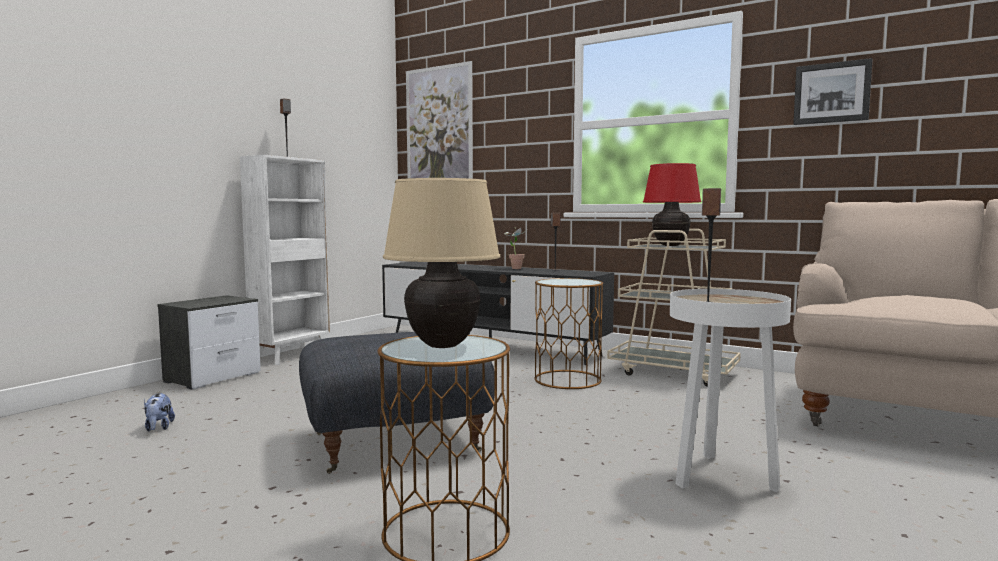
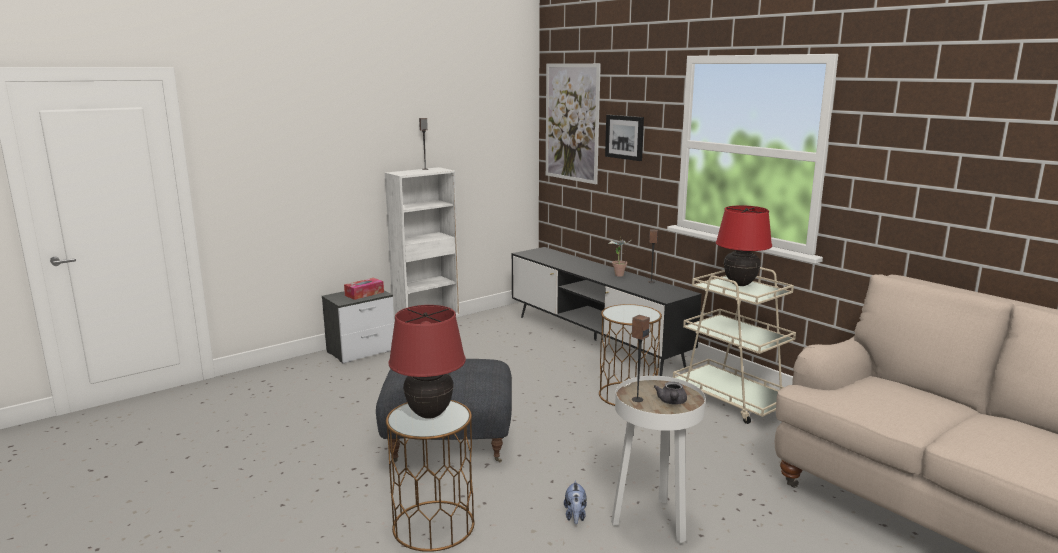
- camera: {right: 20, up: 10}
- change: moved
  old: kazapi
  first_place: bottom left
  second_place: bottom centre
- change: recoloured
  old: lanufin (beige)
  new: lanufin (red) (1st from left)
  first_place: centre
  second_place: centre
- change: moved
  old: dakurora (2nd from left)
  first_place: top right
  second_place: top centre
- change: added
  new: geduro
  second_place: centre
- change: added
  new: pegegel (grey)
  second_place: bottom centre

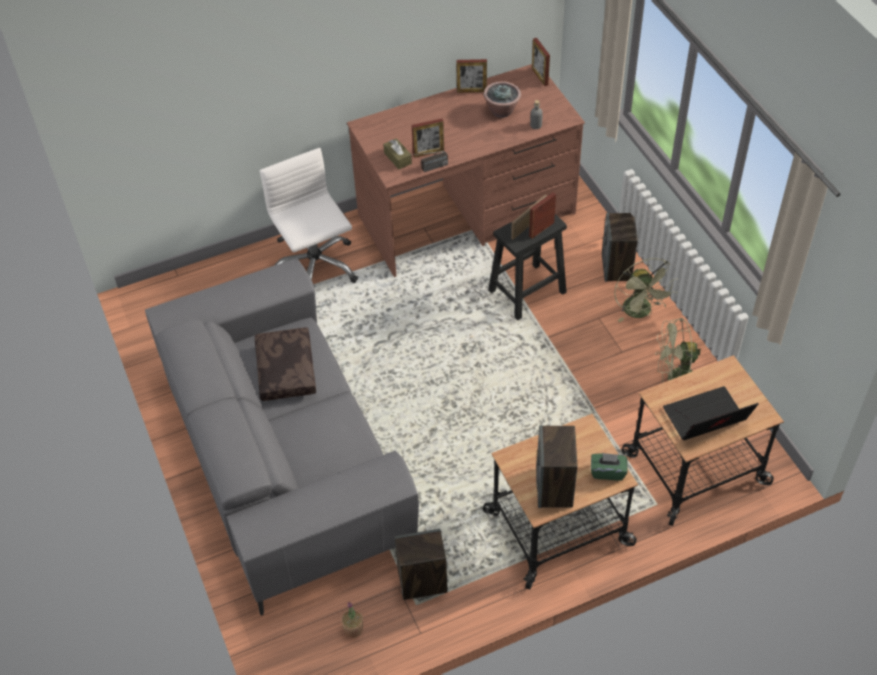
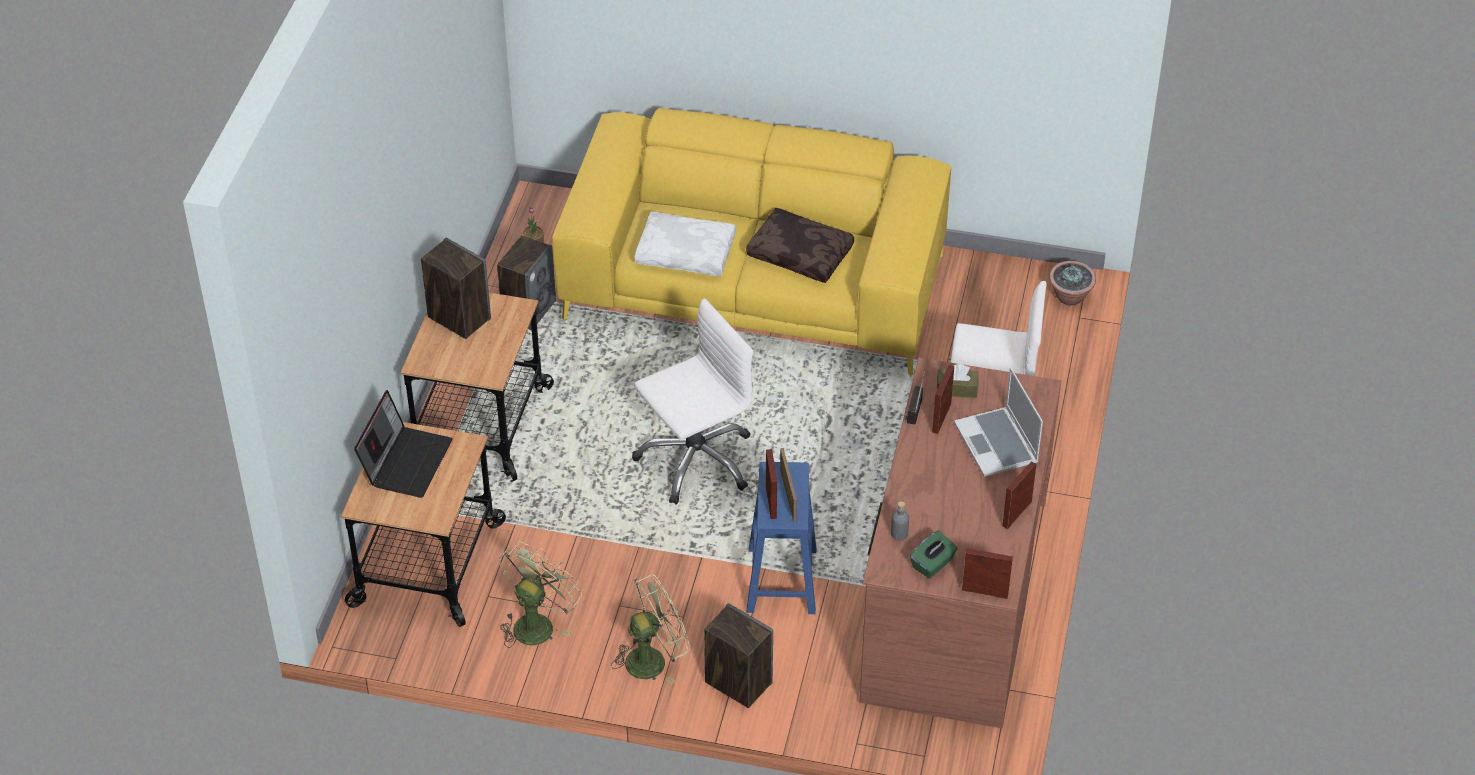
- camera: {right: 125, up: -5}
- change: recoloured
  old: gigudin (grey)
  new: gigudin (yellow)
  first_place: middle left
  second_place: top centre
- change: moved
  old: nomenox (2nd from left)
  first_place: top centre
  second_place: middle right
- change: recoloured
  old: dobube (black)
  new: dobube (blue)
  first_place: centre
  second_place: bottom centre
- change: moved
  old: geduro (green)
  first_place: bottom right
  second_place: bottom centre
- change: turned
  old: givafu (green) (1st from left in the first image)
  first_place: middle right
  second_place: bottom centre
  degrees: 135
- change: added
  new: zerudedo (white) (1st from left)
  second_place: centre
- change: added
  new: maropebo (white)
  second_place: top centre
- change: added
  new: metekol (2nd from left)
  second_place: middle right

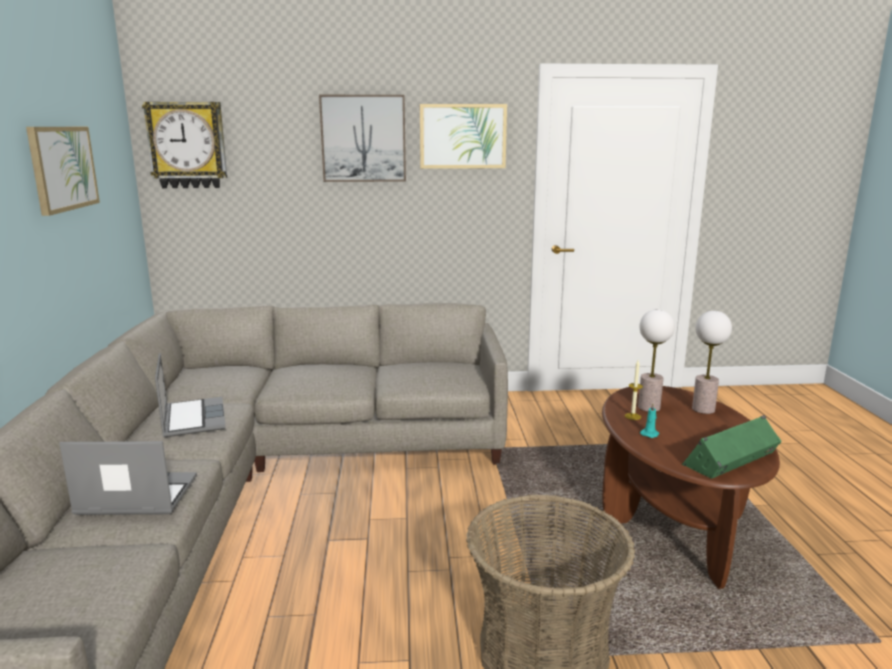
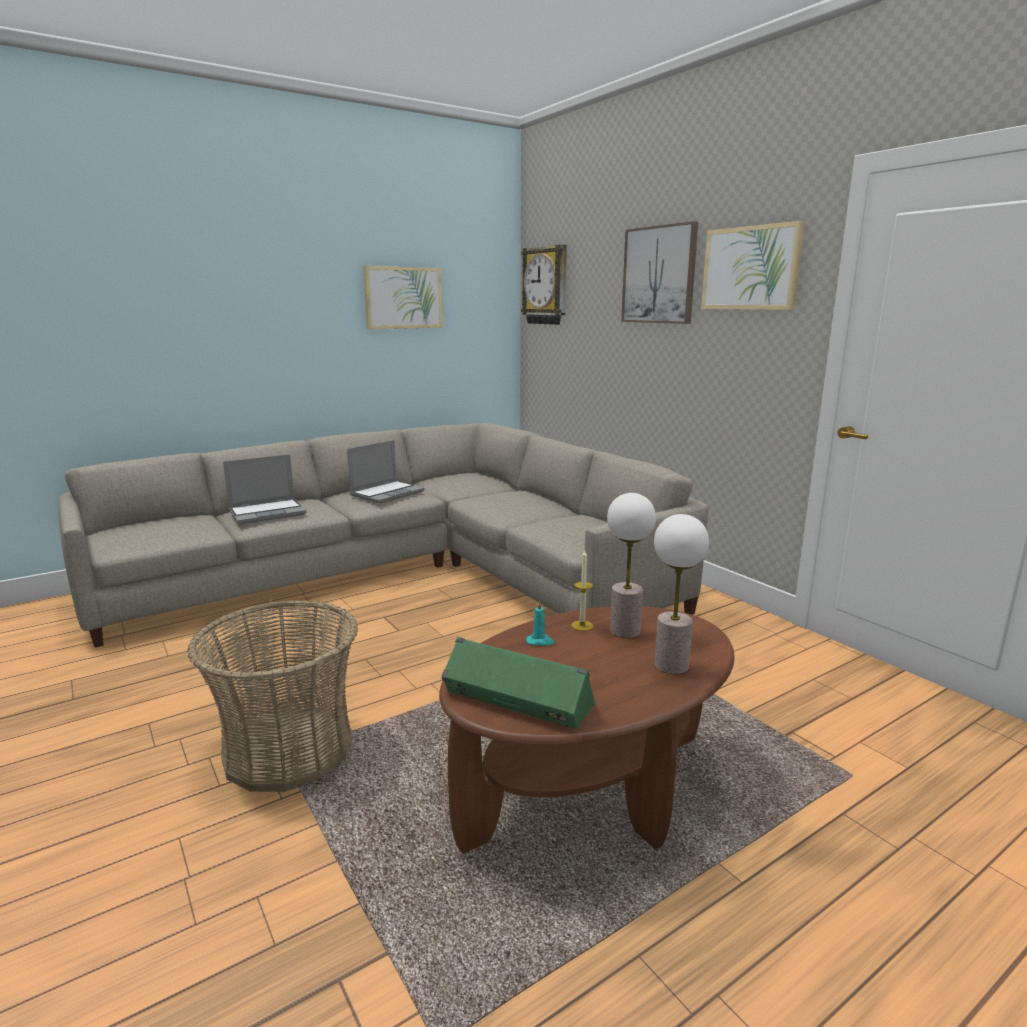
- camera: {right: 60, up: 0}
- change: turned
  old: metekol (1st from left)
  first_place: bottom left
  second_place: middle left
  degrees: 90

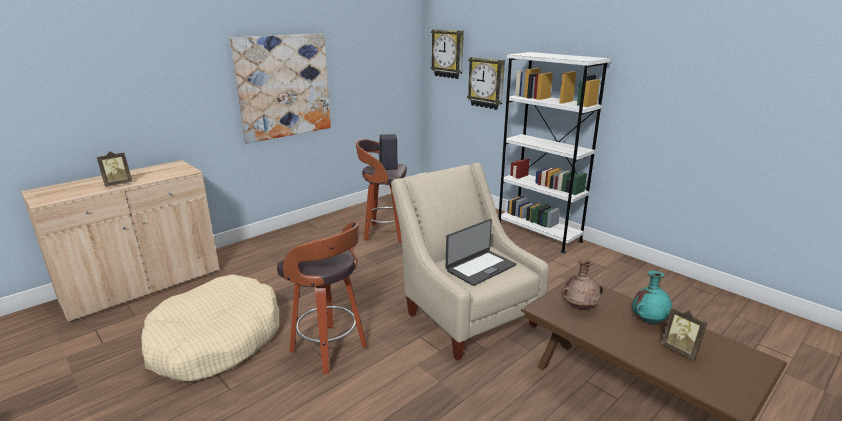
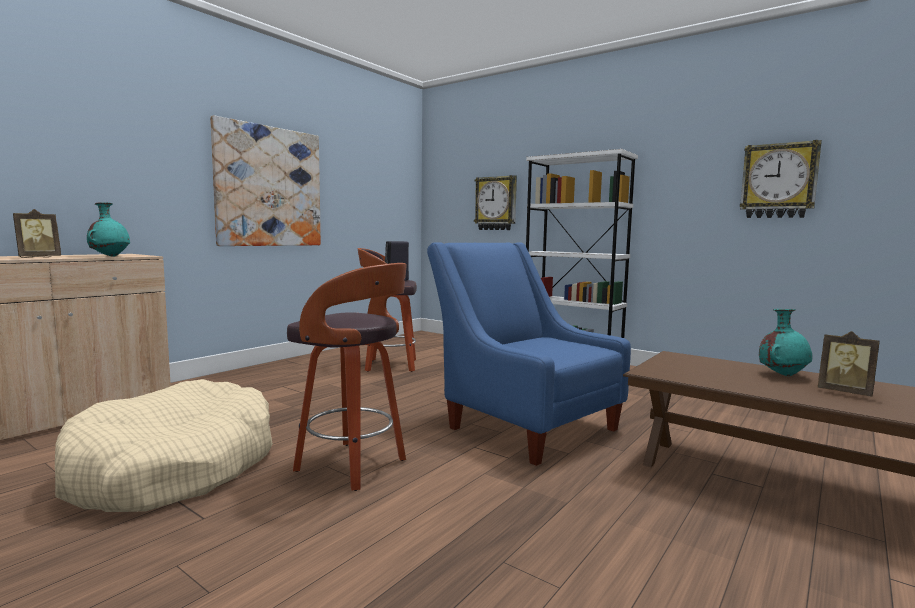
- camera: {right: -10, up: -15}
- change: recoloured
  old: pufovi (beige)
  new: pufovi (blue)
  first_place: centre
  second_place: centre
- change: moved
  old: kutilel (1st from left in the first image)
  new: kutilel (2nd from left)
  first_place: top centre
  second_place: top right
- change: removed
  old: metekol
  first_place: centre
- change: removed
  old: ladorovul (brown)
  first_place: bottom right
- change: added
  new: ladorovul (turquoise) (1st from left)
  second_place: middle left

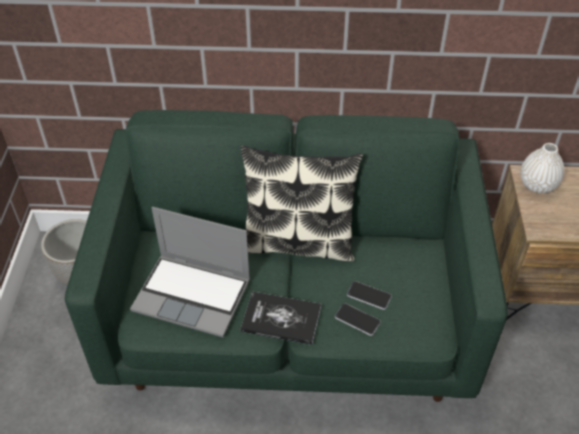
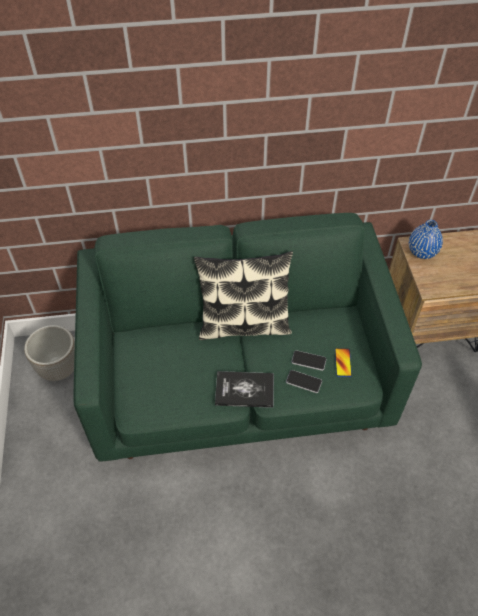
- camera: {right: -10, up: 5}
- change: removed
  old: metekol
  first_place: middle left
- change: recoloured
  old: ladorovul (white)
  new: ladorovul (blue)
  first_place: middle right
  second_place: middle right
- change: added
  new: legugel (3rd from left)
  second_place: middle right

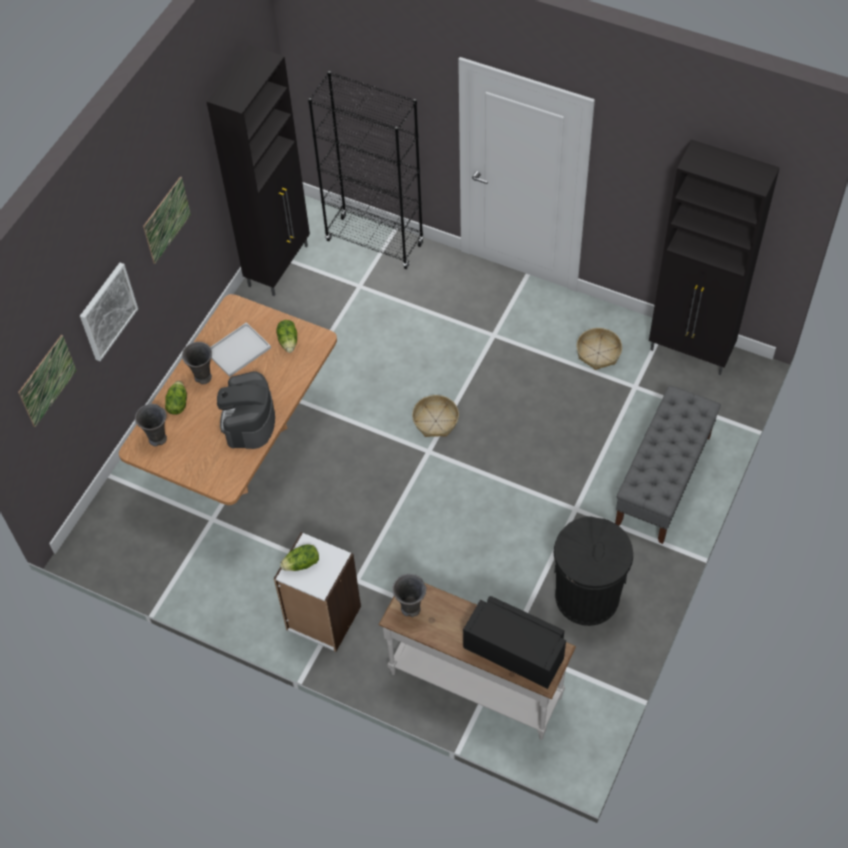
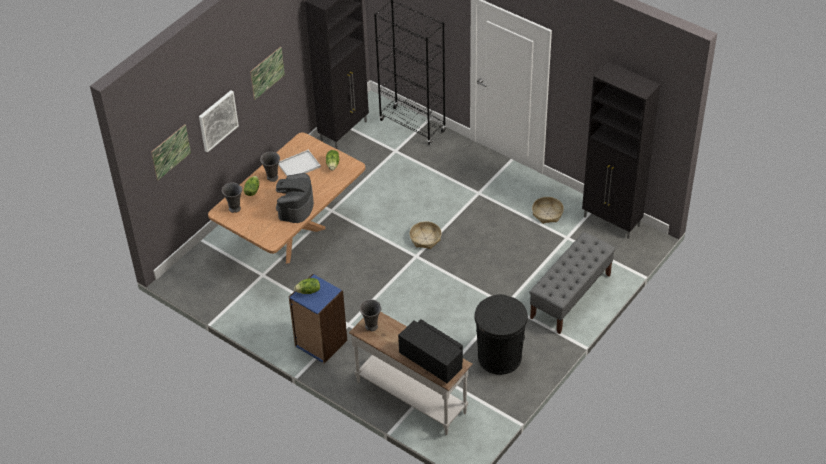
- camera: {right: 10, up: -10}
- change: recoloured
  old: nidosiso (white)
  new: nidosiso (blue)
  first_place: bottom centre
  second_place: bottom centre

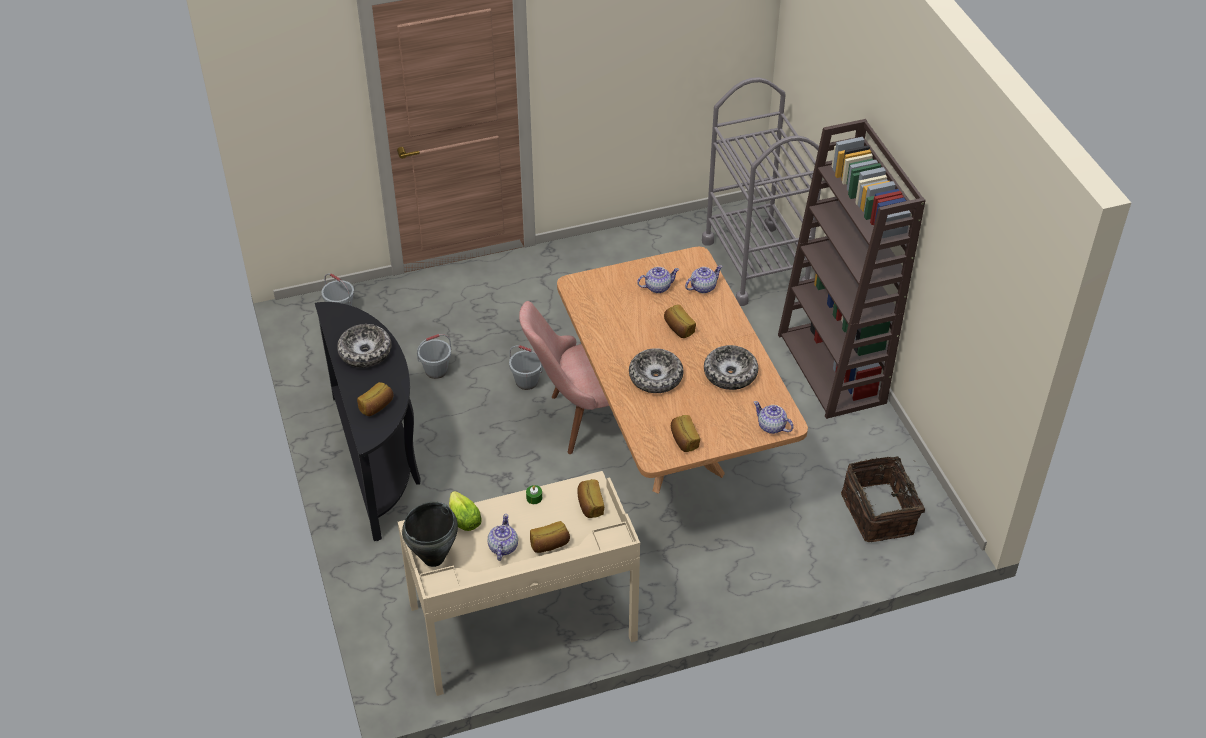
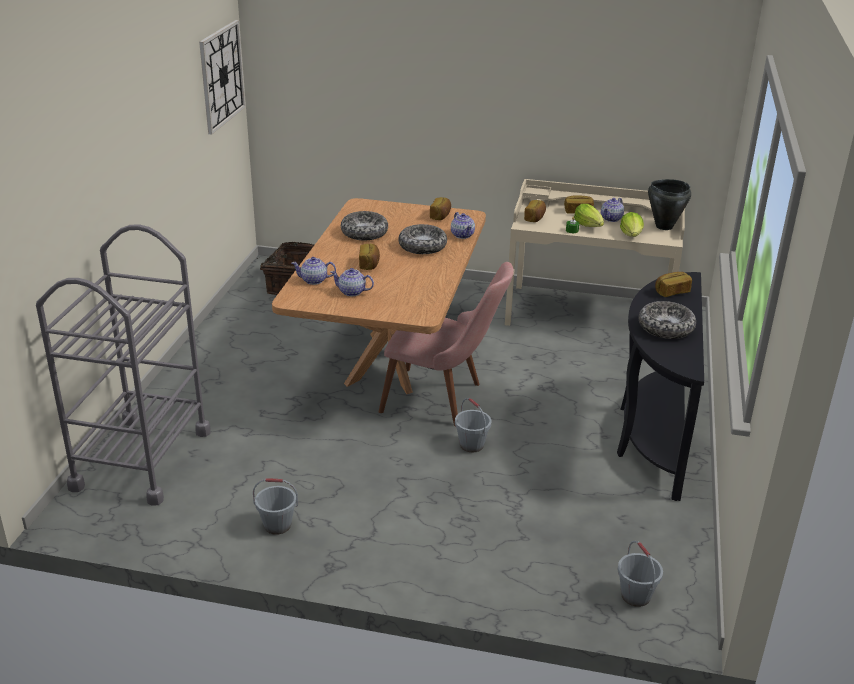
- camera: {right: -150, up: -15}
- change: moved
  old: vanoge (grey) (2nd from left in the first image)
  new: vanoge (grey) (1st from left)
  first_place: centre
  second_place: bottom left
- change: moved
  old: pegegel (4th from left in the first image)
  new: pegegel (3rd from left)
  first_place: centre
  second_place: top centre
- change: removed
  old: nidosiso (brown)
  first_place: middle right
- change: added
  new: kutilel
  second_place: top left
- change: added
  new: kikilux (1st from left)
  second_place: top right

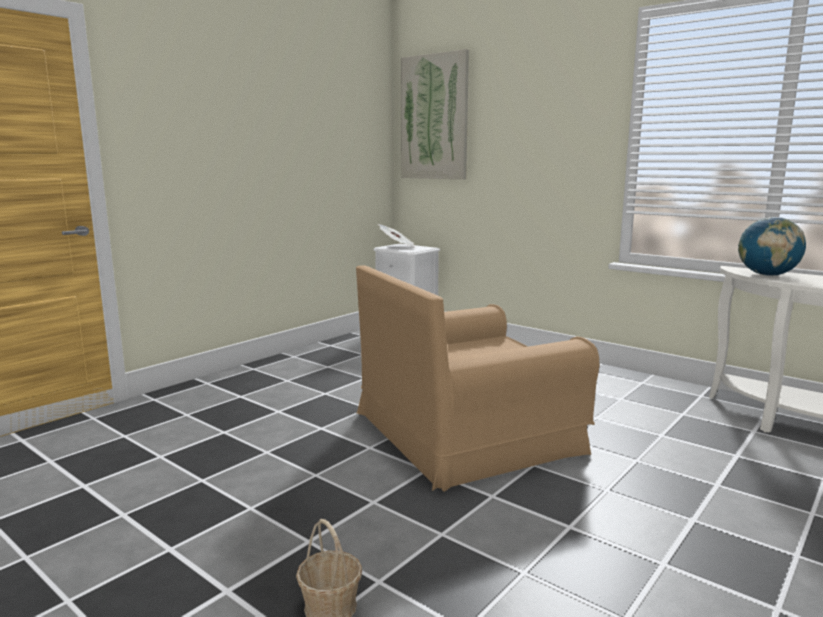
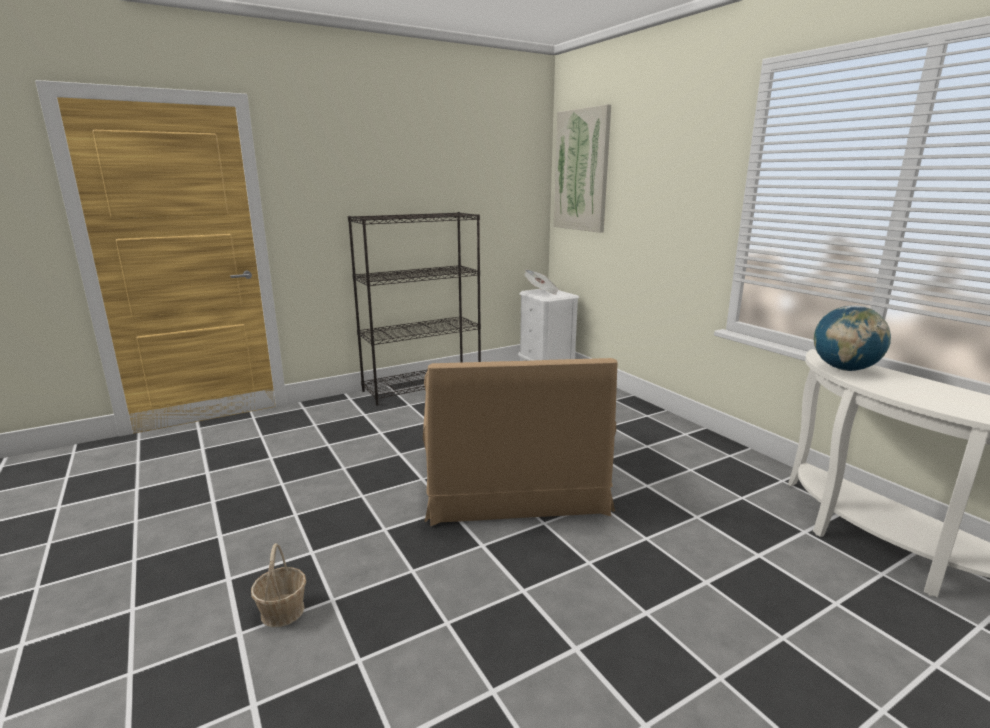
- camera: {right: 20, up: 5}
- change: turned
  old: pufovi (brown)
  first_place: centre
  second_place: centre
  degrees: -90
- change: added
  new: nidosiso (black)
  second_place: centre

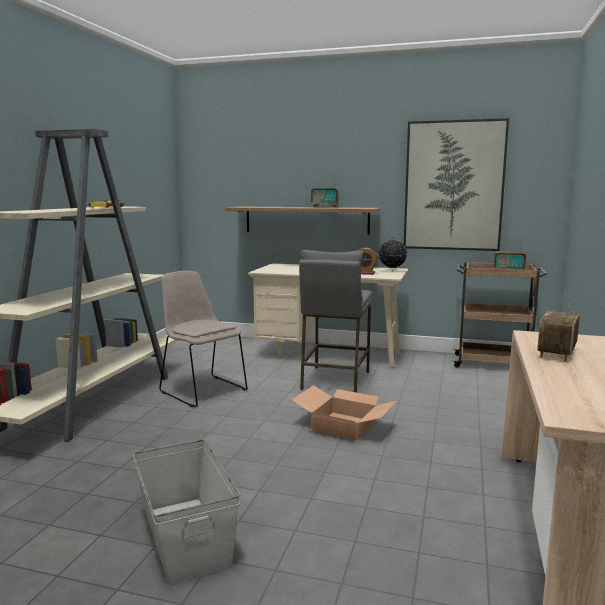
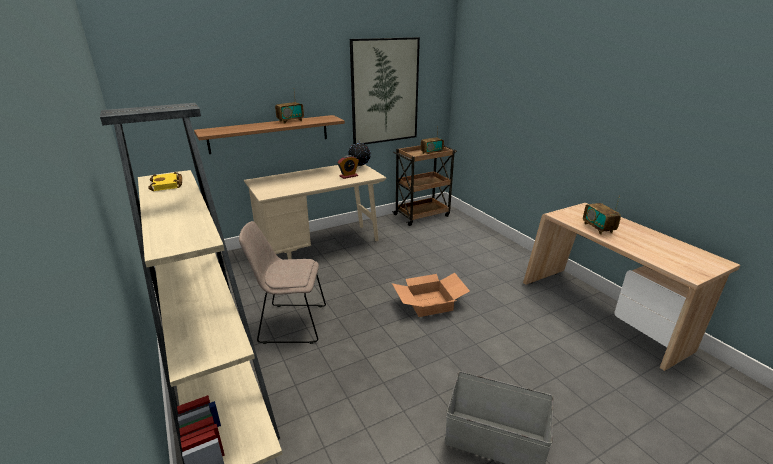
- camera: {right: -45, up: 15}
- change: removed
  old: dobube (grey)
  first_place: centre

